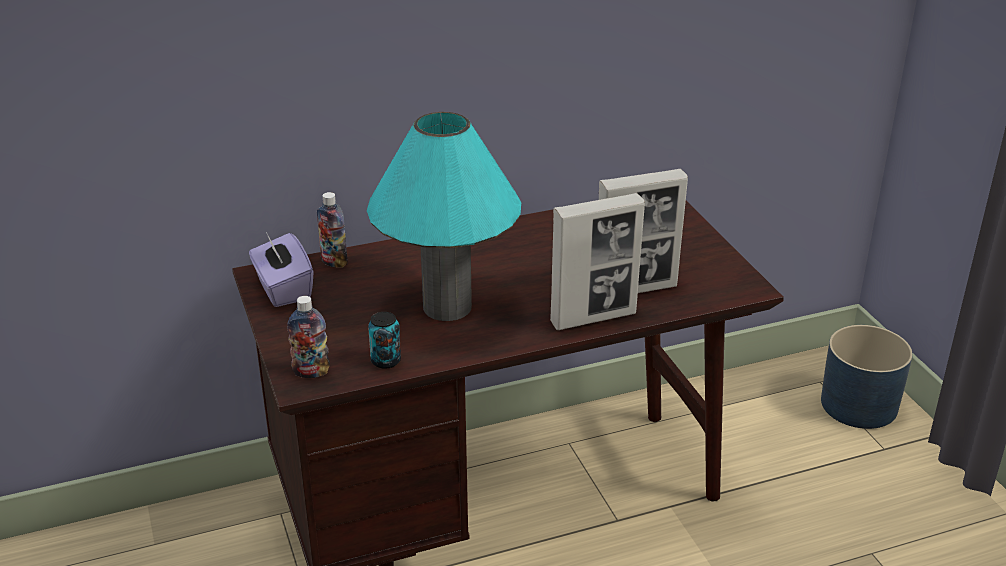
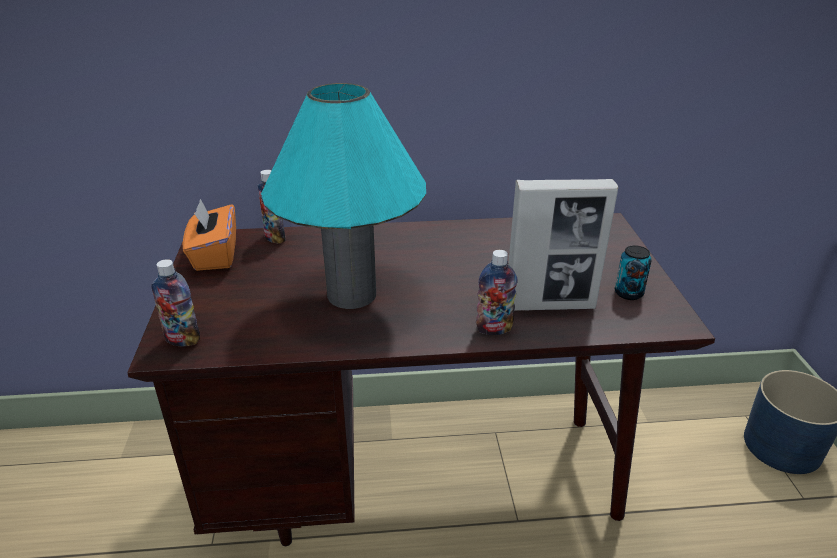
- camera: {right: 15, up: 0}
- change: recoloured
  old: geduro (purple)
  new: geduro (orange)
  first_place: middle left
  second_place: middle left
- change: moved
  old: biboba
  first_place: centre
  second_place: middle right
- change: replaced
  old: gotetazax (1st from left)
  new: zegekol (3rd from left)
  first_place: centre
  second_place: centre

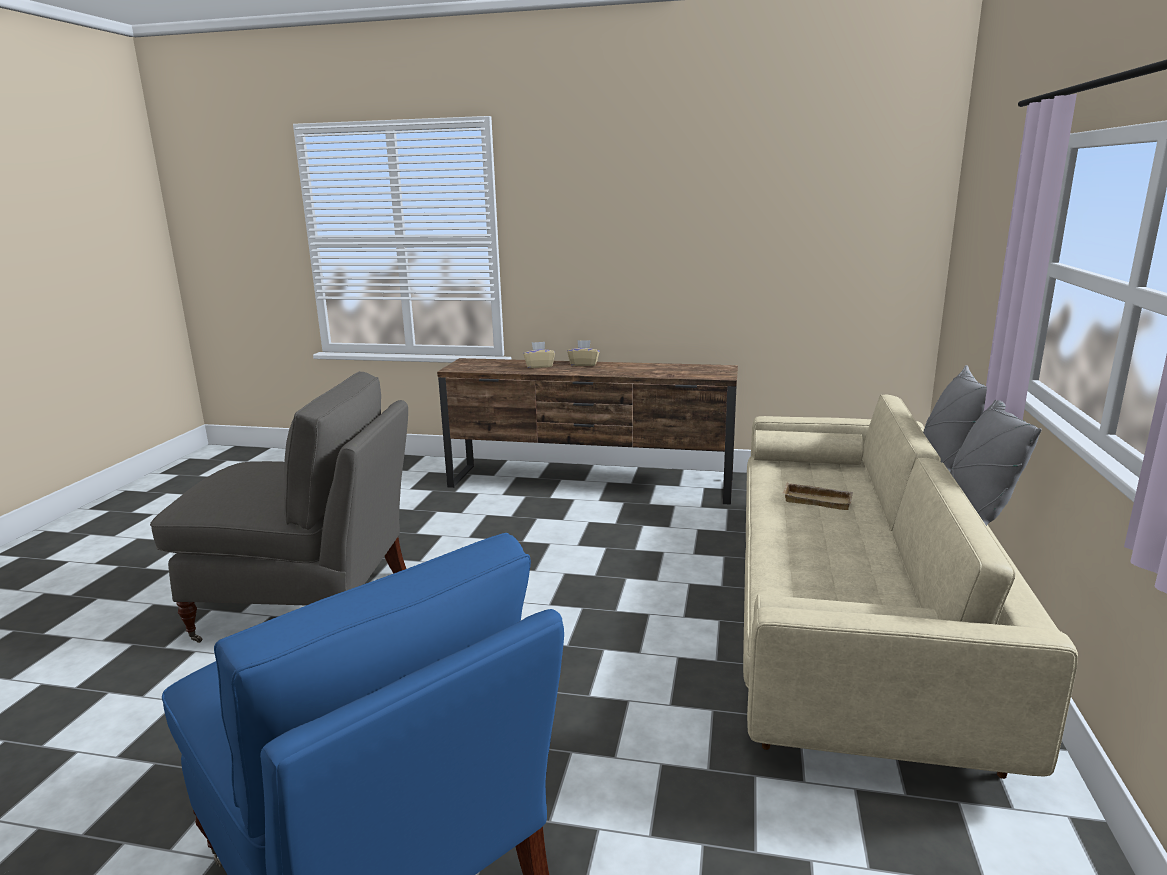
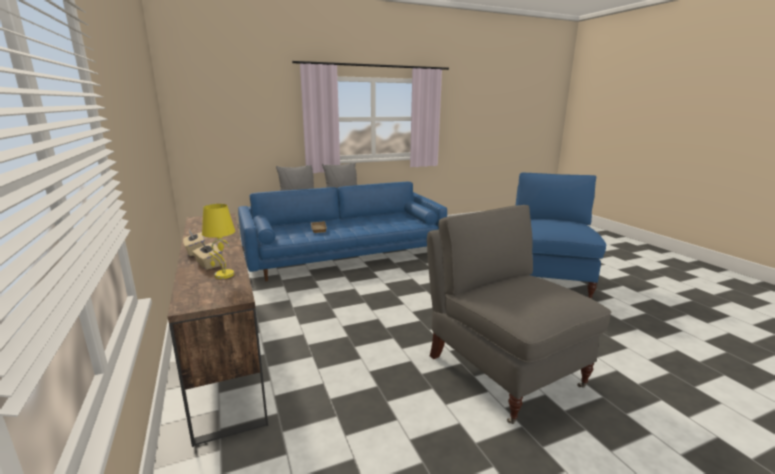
- camera: {right: -125, up: 0}
- change: recoloured
  old: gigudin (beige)
  new: gigudin (blue)
  first_place: bottom right
  second_place: centre
- change: added
  new: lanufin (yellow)
  second_place: middle left

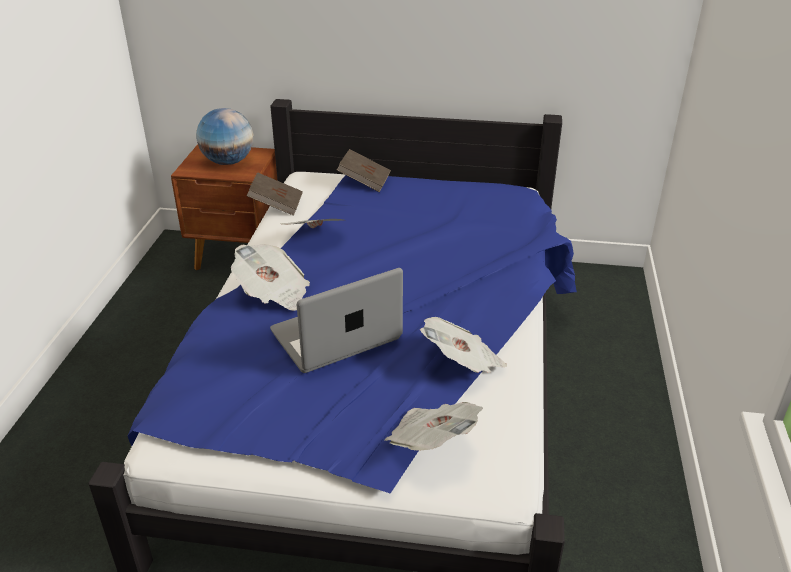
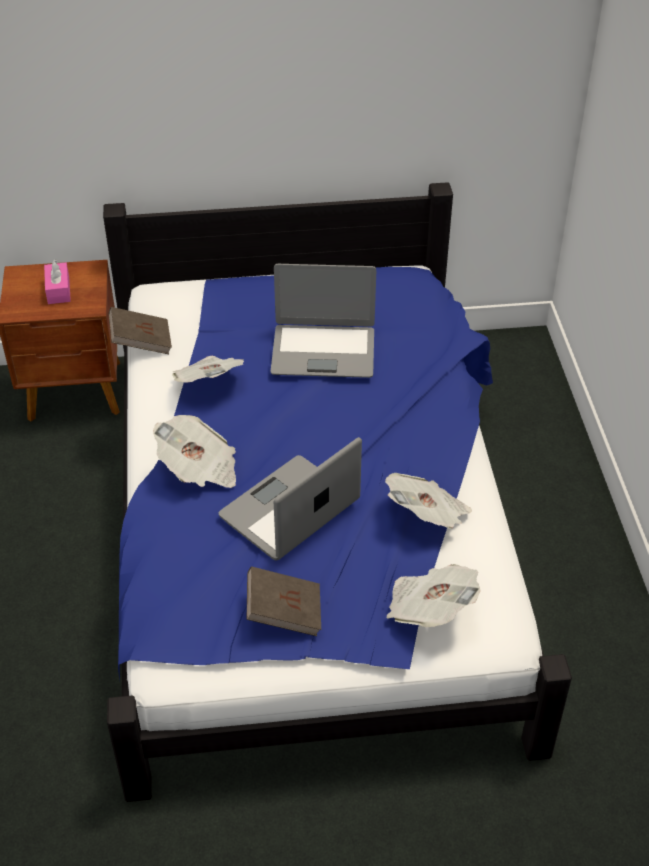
- camera: {right: -15, up: 10}
- change: replaced
  old: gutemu
  new: geduro (pink)
  first_place: top left
  second_place: top left
- change: moved
  old: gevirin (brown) (2nd from left)
  first_place: top centre
  second_place: bottom centre
- change: added
  new: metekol (2nd from left)
  second_place: centre

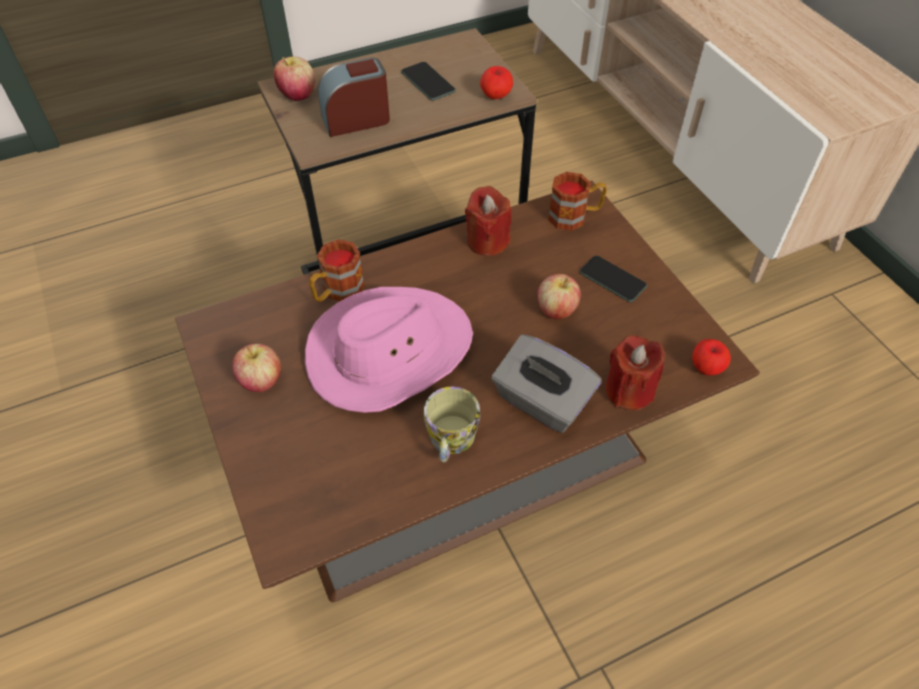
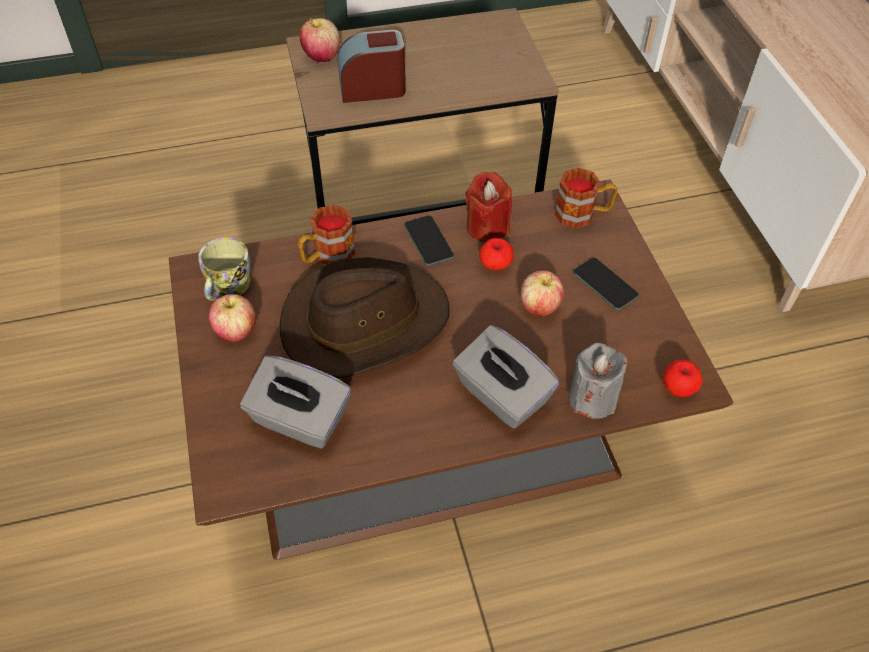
- camera: {right: 10, up: 0}
- change: recoloured
  old: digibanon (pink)
  new: digibanon (brown)
  first_place: centre
  second_place: centre
- change: moved
  old: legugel (1st from left)
  first_place: top centre
  second_place: centre
- change: moved
  old: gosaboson (2nd from left in the first image)
  new: gosaboson (1st from left)
  first_place: centre
  second_place: middle left
- change: moved
  old: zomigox (3rd from left)
  first_place: top centre
  second_place: centre
- change: recoloured
  old: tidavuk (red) (2nd from left)
  new: tidavuk (grey)
  first_place: middle right
  second_place: middle right
- change: added
  new: geduro (grey) (1st from left)
  second_place: centre

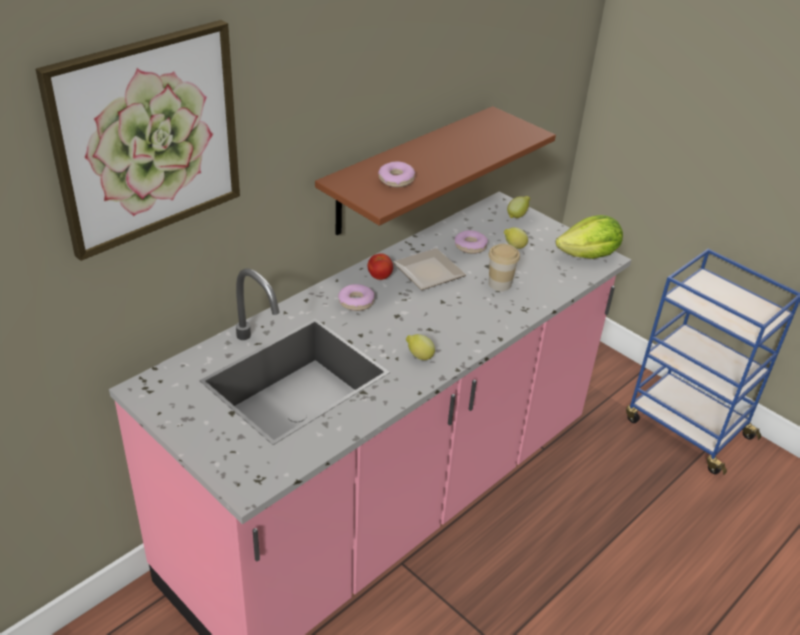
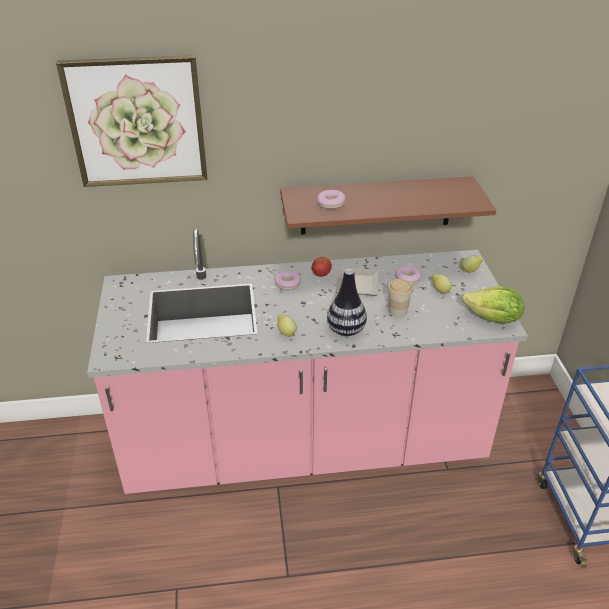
- camera: {right: 40, up: 0}
- change: added
  new: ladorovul
  second_place: centre

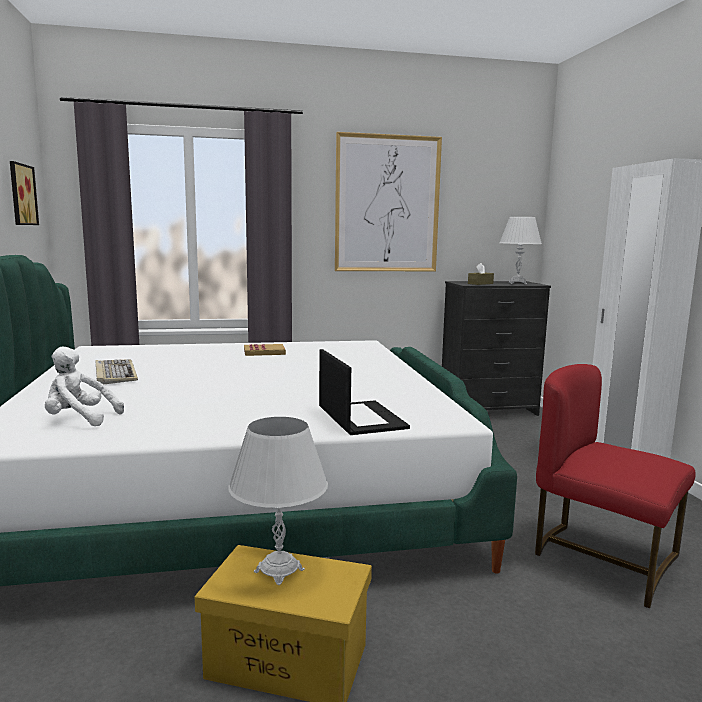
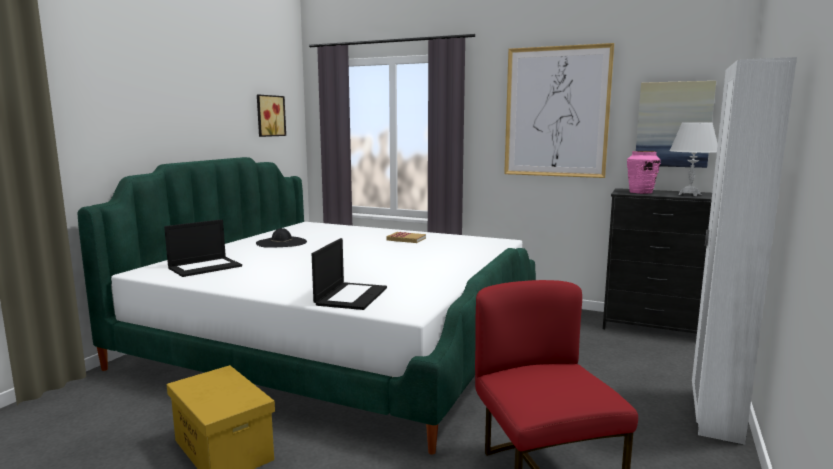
- camera: {right: 35, up: 0}
- change: replaced
  old: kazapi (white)
  new: metekol (1st from left)
  first_place: middle left
  second_place: middle left
- change: replaced
  old: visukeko
  new: digibanon (black)
  first_place: middle left
  second_place: centre
- change: removed
  old: lanufin (white) (1st from left)
  first_place: bottom centre
- change: replaced
  old: geduro (brown)
  new: ladorovul (pink)
  first_place: middle right
  second_place: middle right
- change: added
  new: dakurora (3rd from left)
  second_place: top right

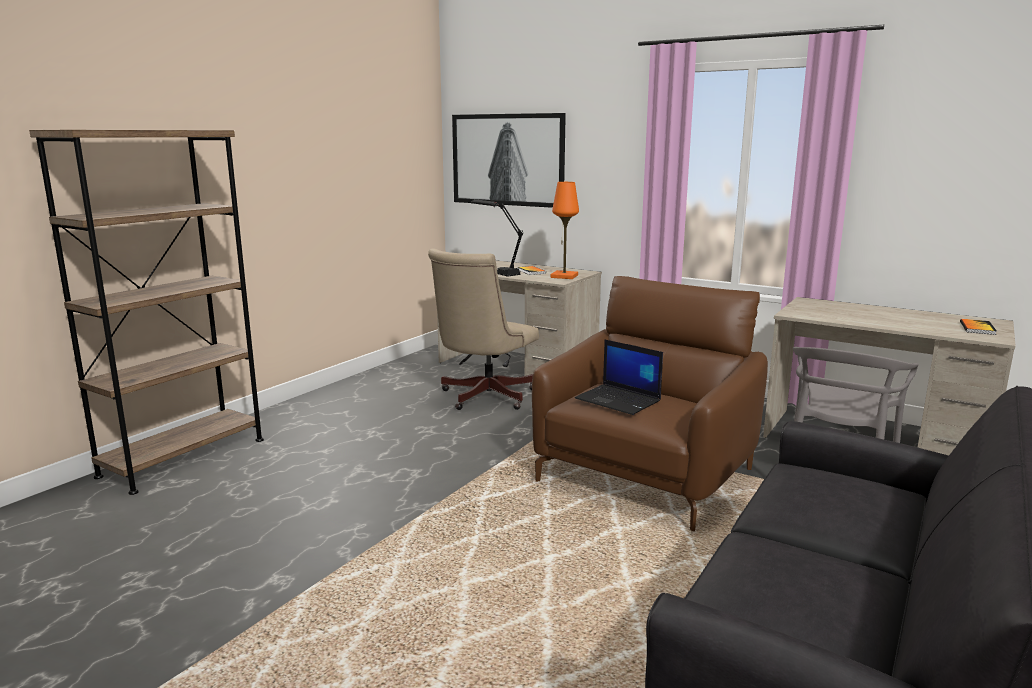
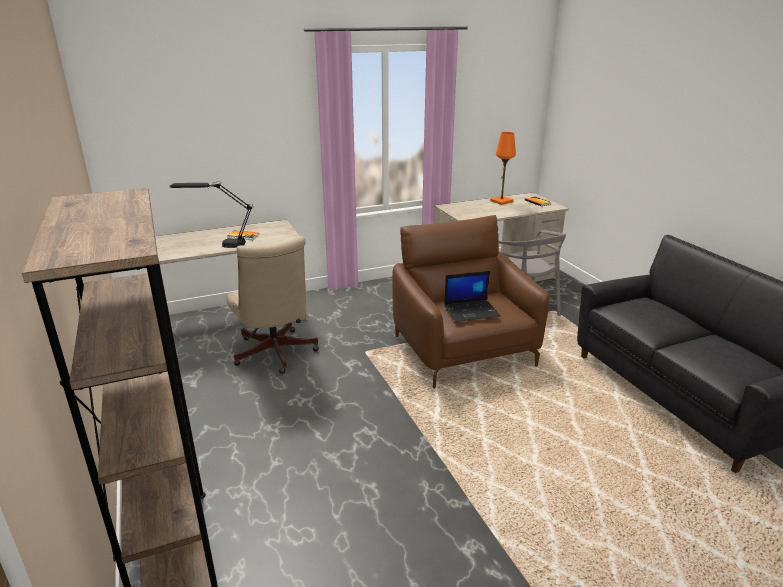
- camera: {right: -55, up: 10}
- change: removed
  old: dakurora
  first_place: top centre
- change: moved
  old: lanufin (orange)
  first_place: centre
  second_place: top centre

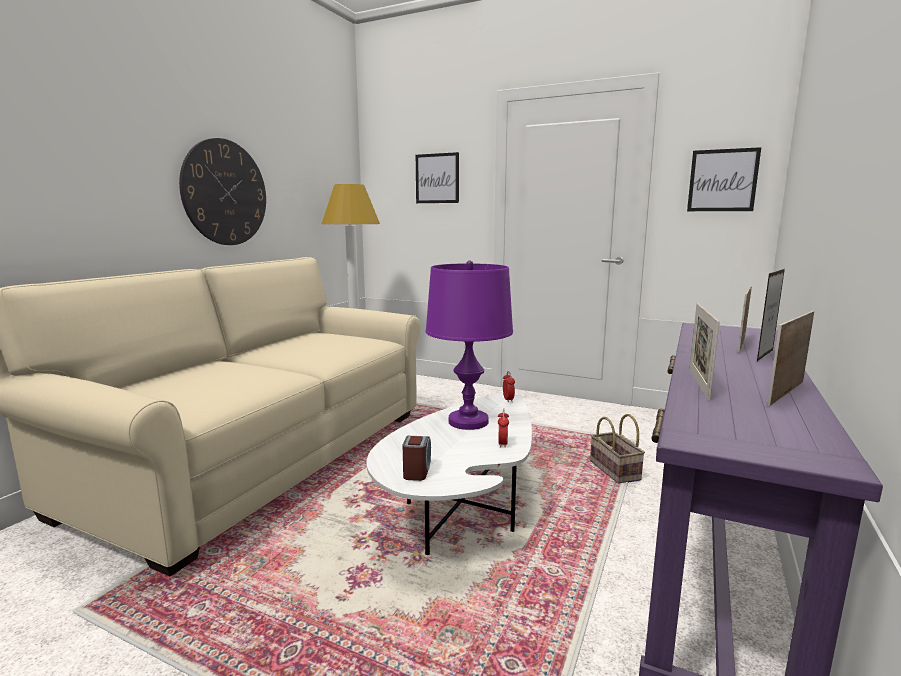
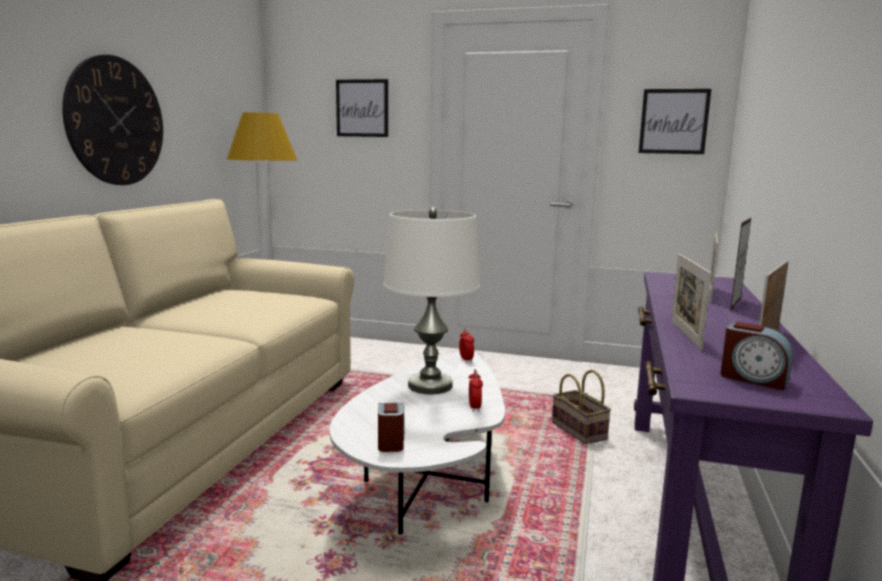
- camera: {right: -10, up: 0}
- change: recoloured
  old: lanufin (purple)
  new: lanufin (white)
  first_place: centre
  second_place: centre
- change: added
  new: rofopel (4th from left)
  second_place: middle right

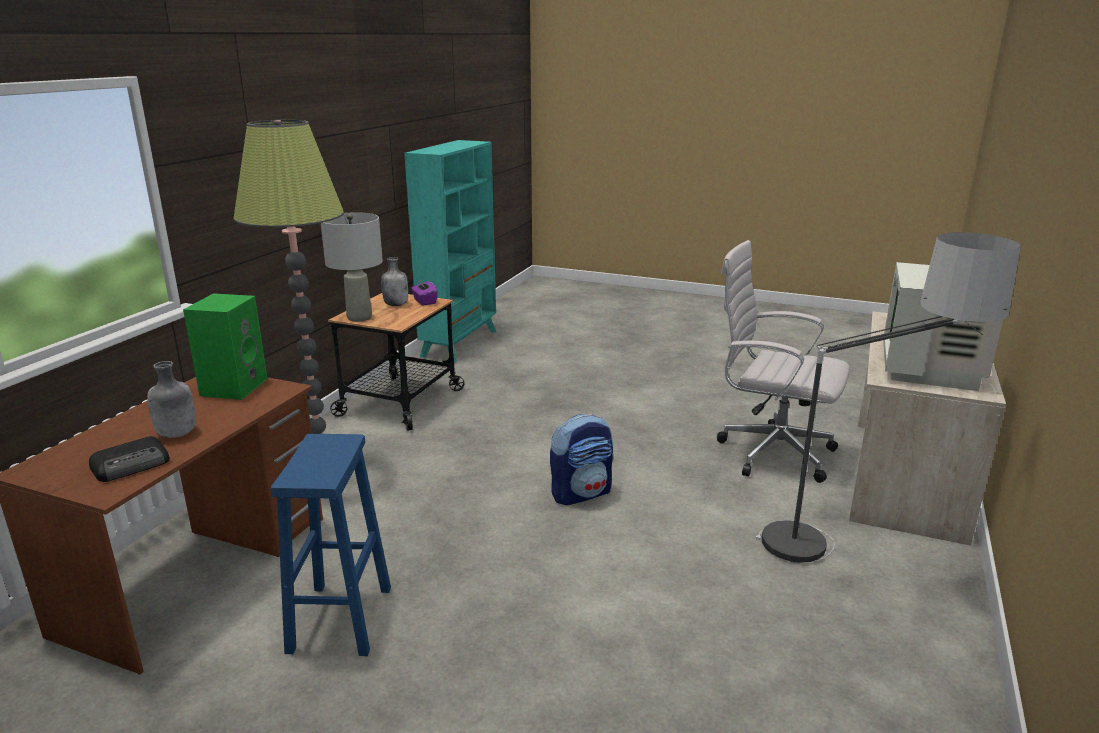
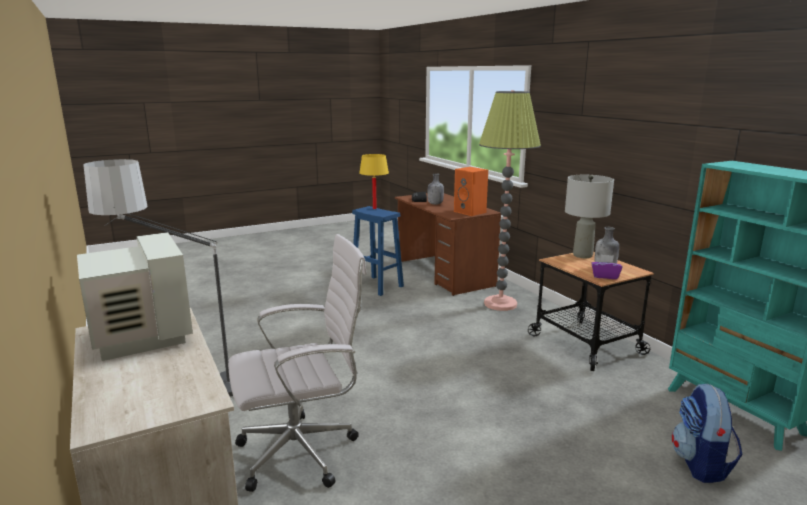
- camera: {right: 130, up: -5}
- change: recoloured
  old: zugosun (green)
  new: zugosun (orange)
  first_place: middle left
  second_place: centre
- change: moved
  old: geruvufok
  first_place: centre
  second_place: bottom right
- change: added
  new: lanufin (yellow)
  second_place: centre

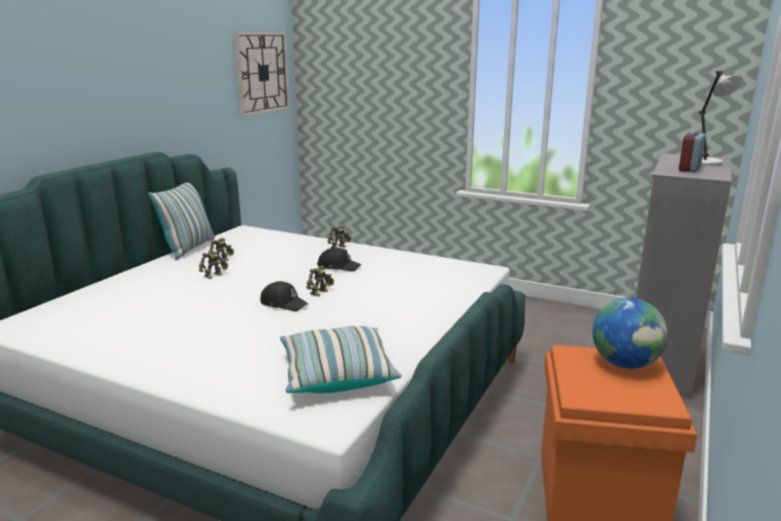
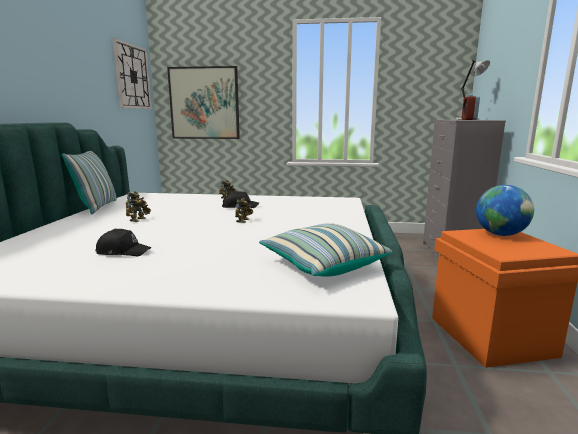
- camera: {right: -20, up: -5}
- change: moved
  old: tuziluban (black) (1st from left)
  first_place: centre
  second_place: middle left
- change: added
  new: dakurora
  second_place: top centre

